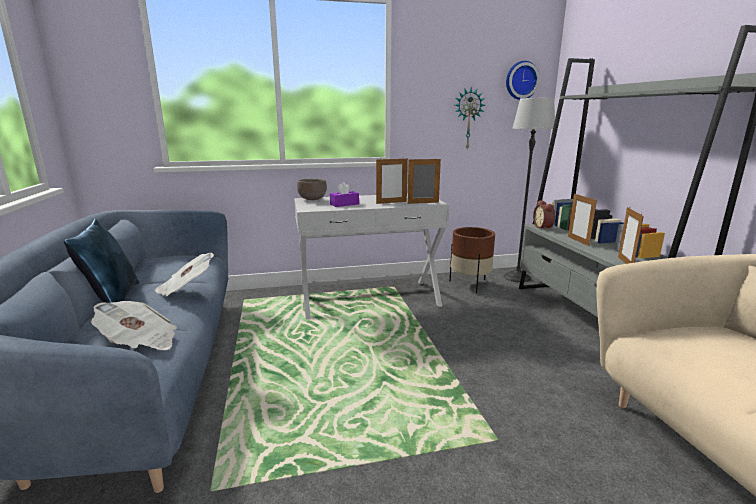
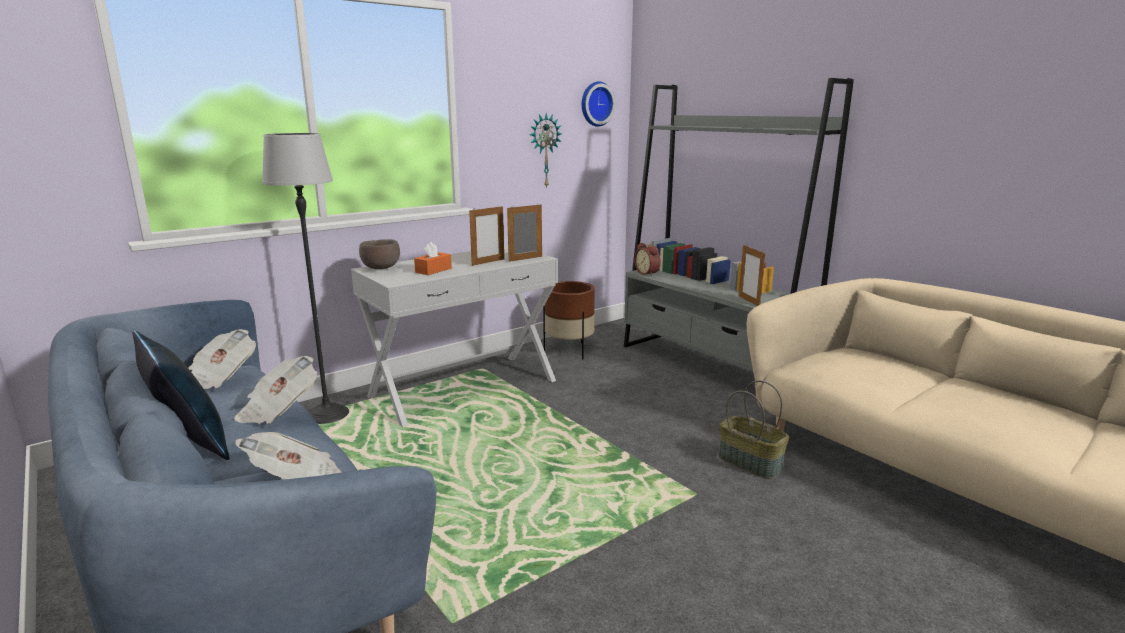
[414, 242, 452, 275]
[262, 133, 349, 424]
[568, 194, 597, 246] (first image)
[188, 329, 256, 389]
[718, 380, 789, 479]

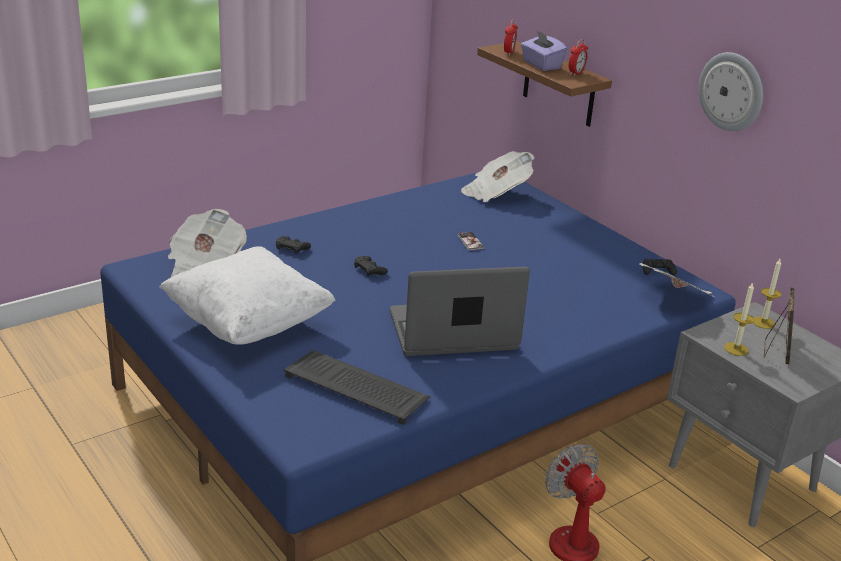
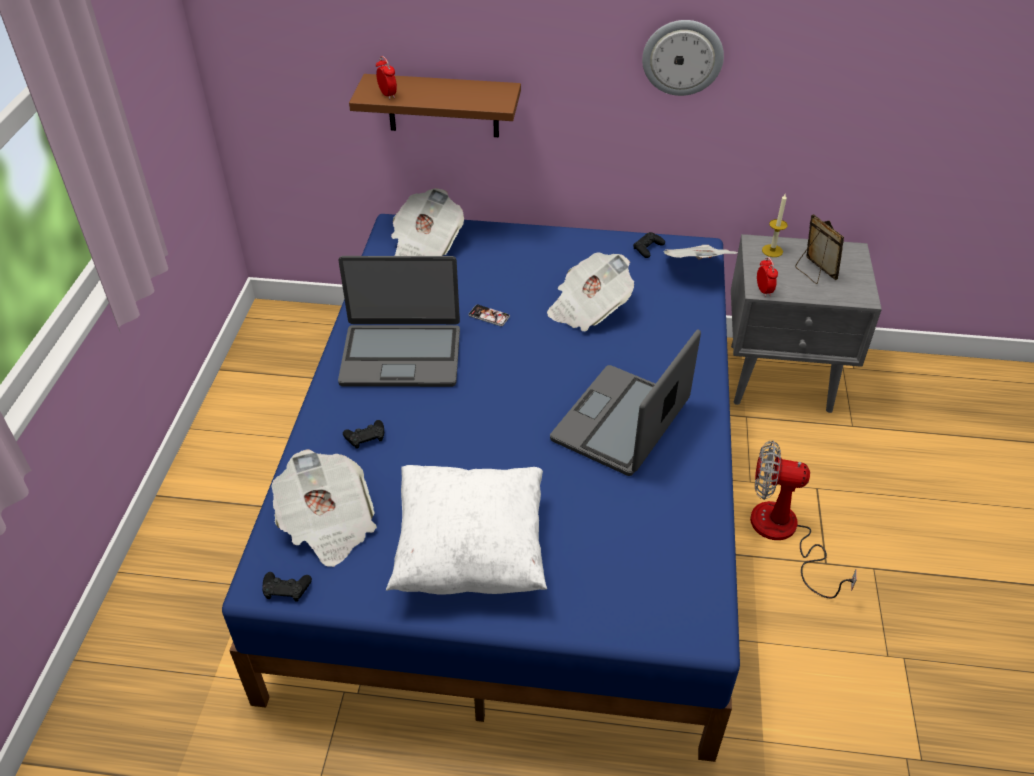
[284, 350, 430, 425] (first image)
[262, 572, 312, 602]
[521, 30, 567, 71] (first image)
[757, 257, 778, 297]
[724, 282, 754, 356] (first image)
[338, 256, 460, 387]
[547, 252, 634, 332]

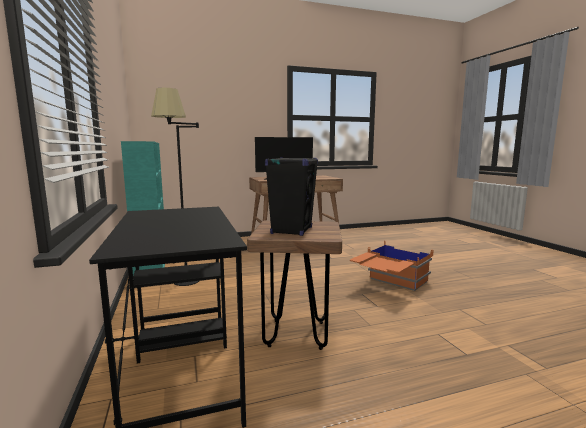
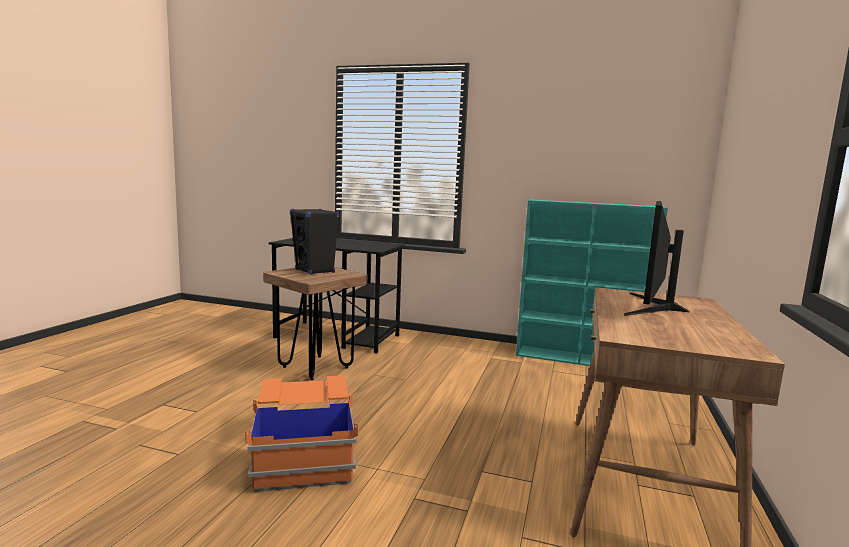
[151, 88, 199, 286] (first image)

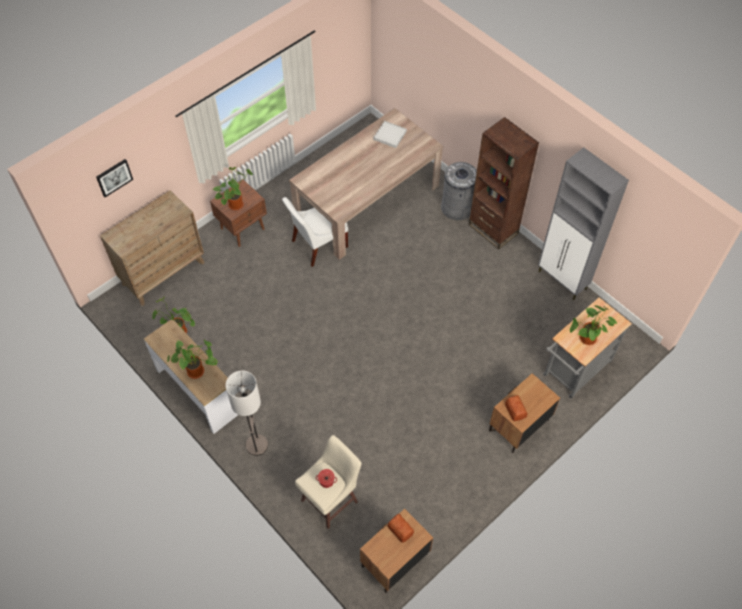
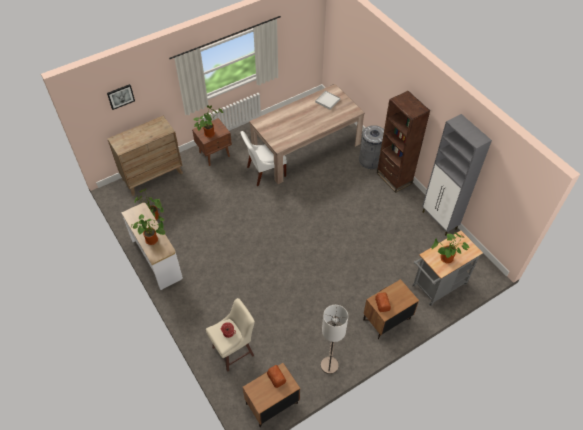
[321, 305, 348, 374]

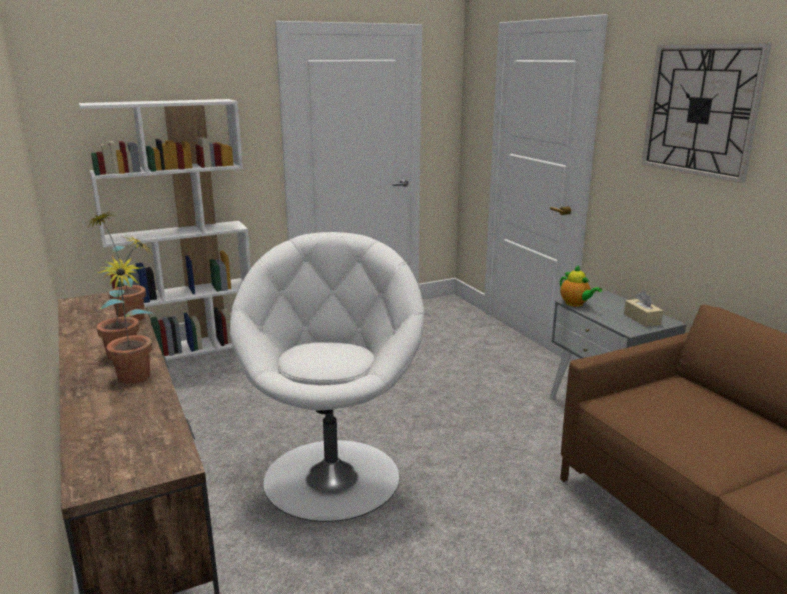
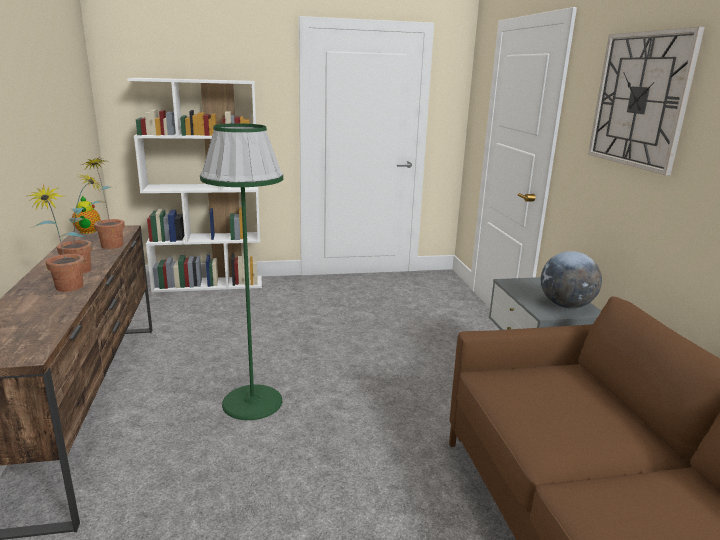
[200, 123, 283, 420]
[72, 196, 101, 234]
[541, 251, 602, 308]

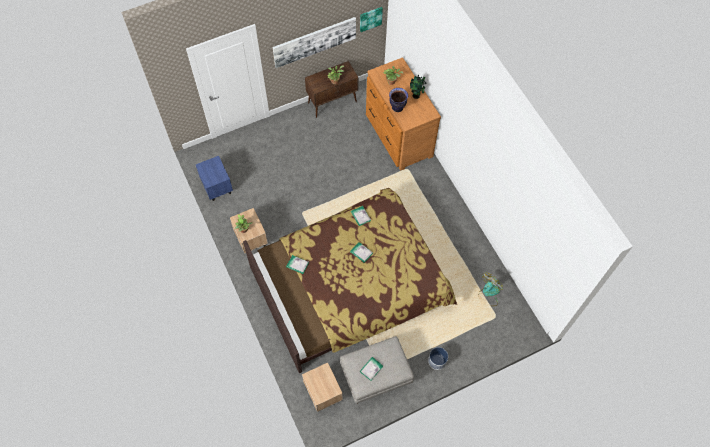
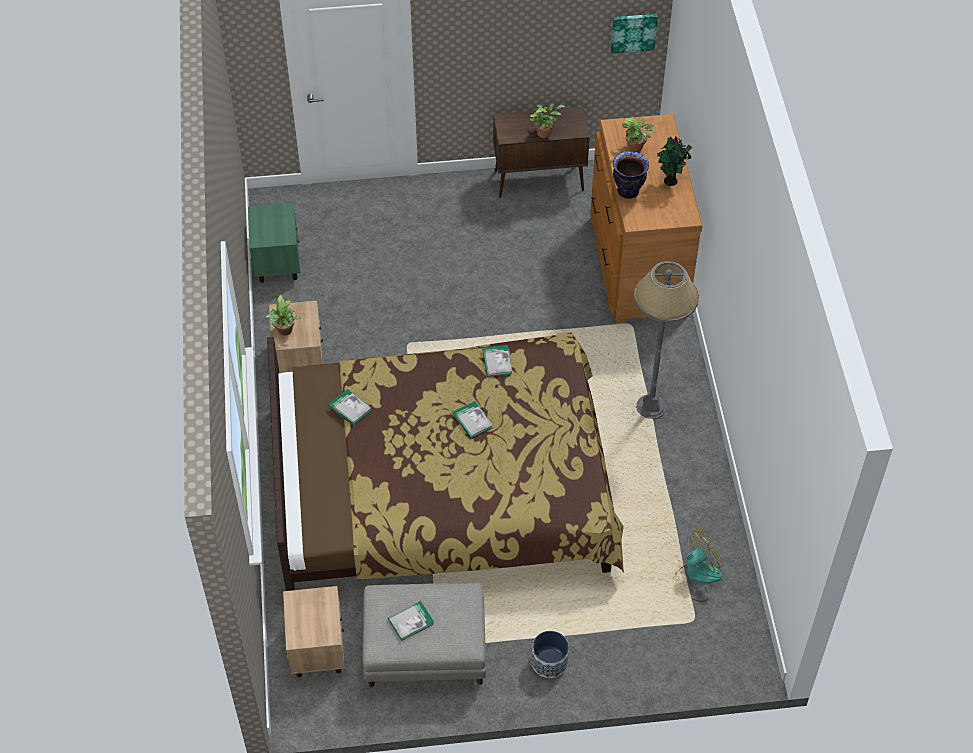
[248, 203, 300, 283]
[273, 17, 356, 68] (first image)
[634, 261, 699, 419]

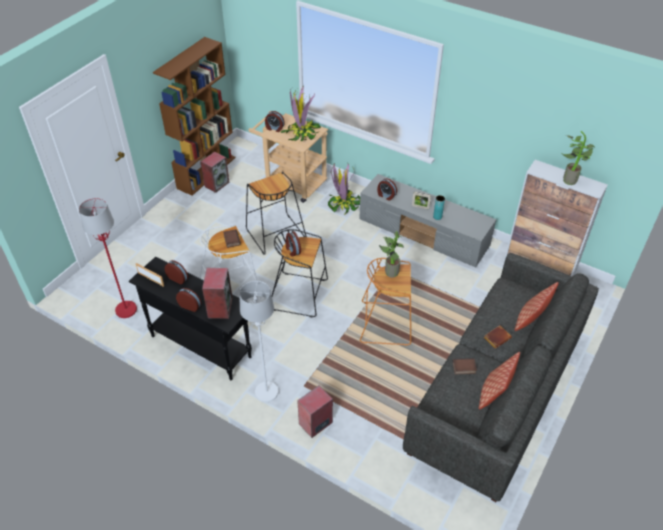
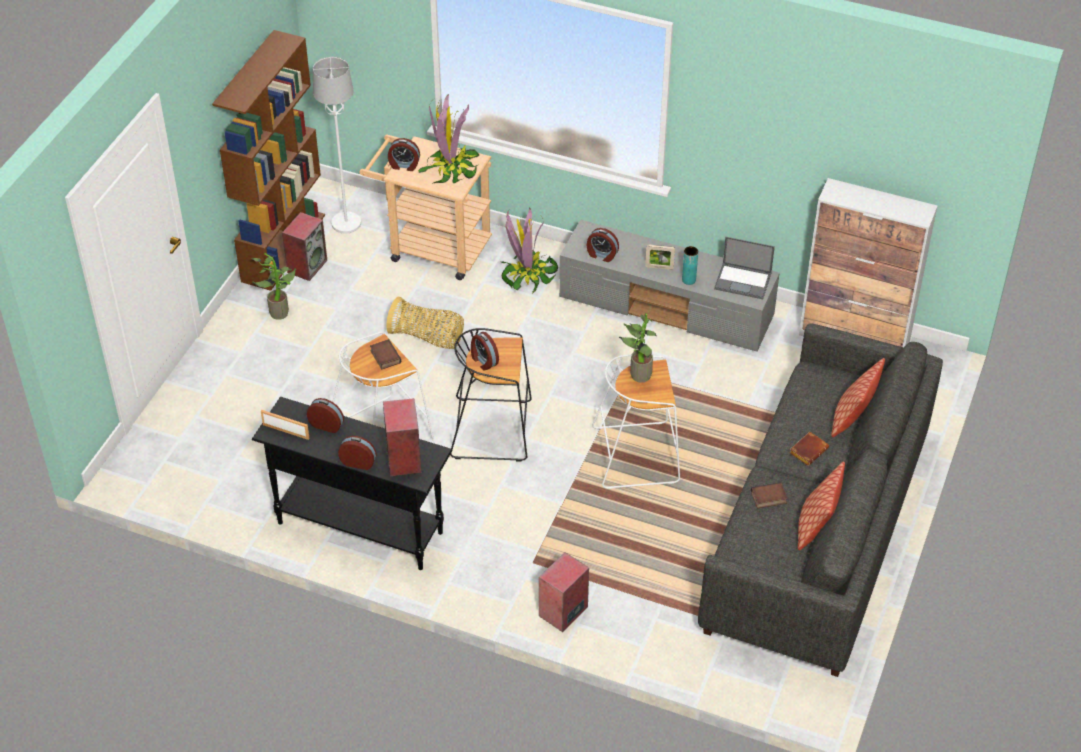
[79, 198, 137, 318] (first image)
[313, 57, 361, 234]
[386, 297, 464, 349]
[592, 354, 680, 489]
[251, 253, 296, 320]
[714, 237, 775, 299]

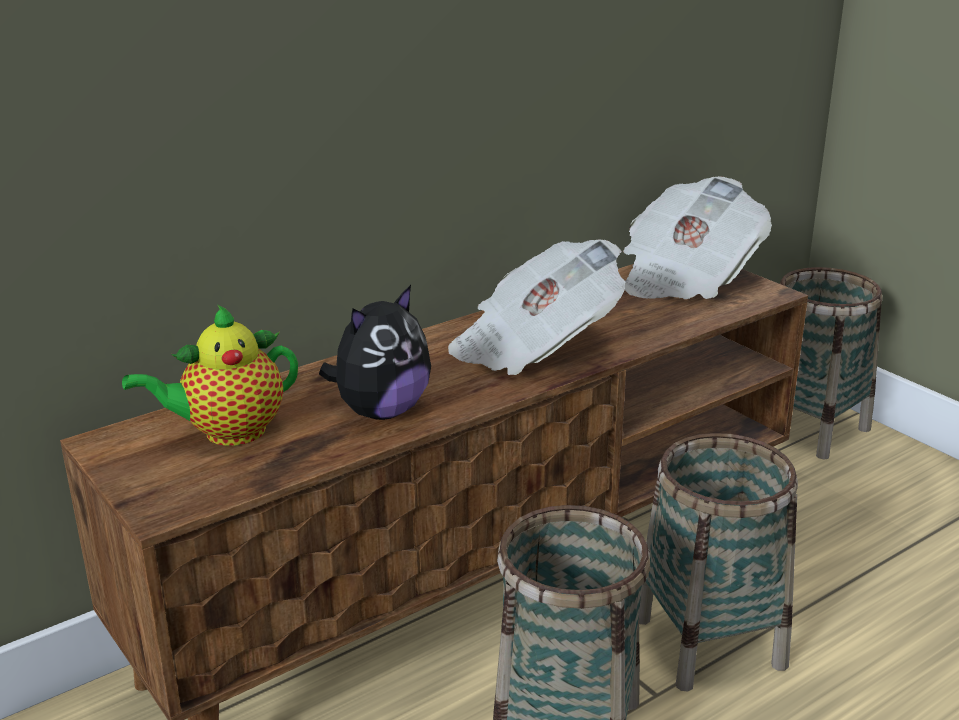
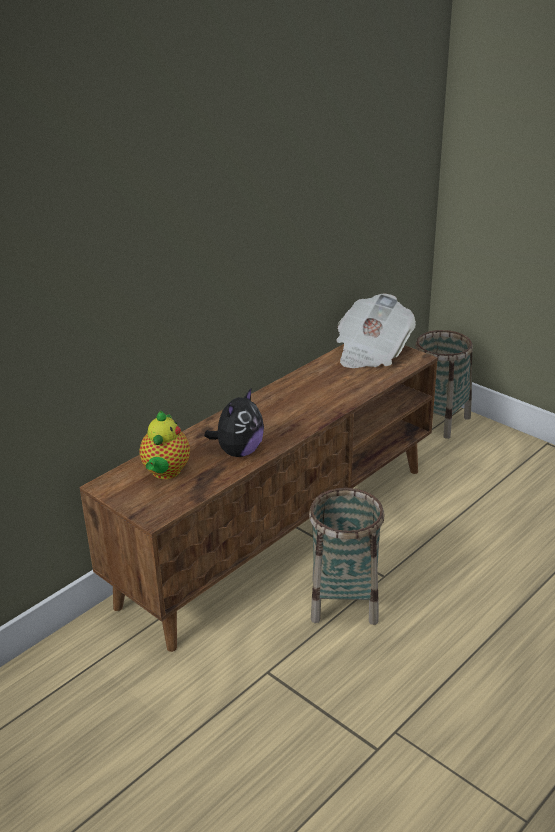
[139, 411, 190, 479]
[448, 239, 625, 375] (first image)
[639, 433, 798, 691] (first image)

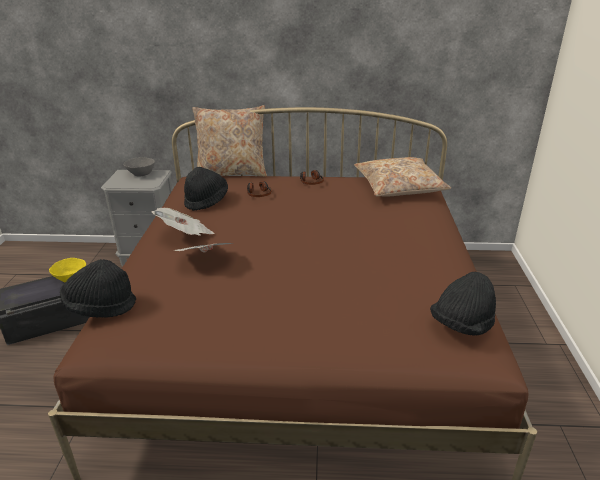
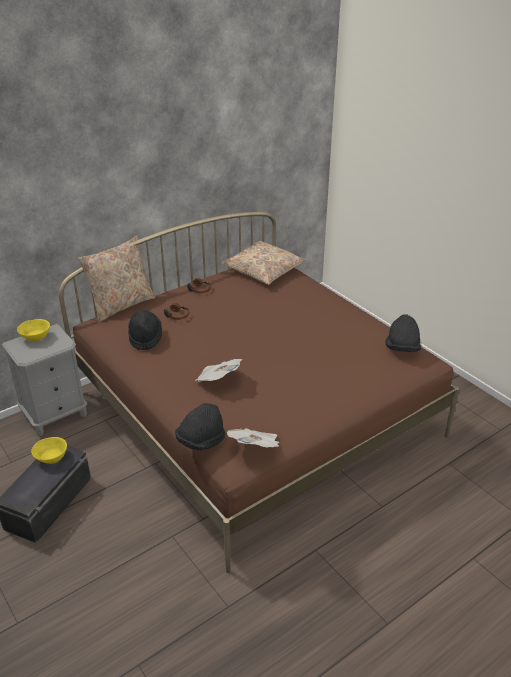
[17, 319, 50, 342]
[227, 428, 280, 447]

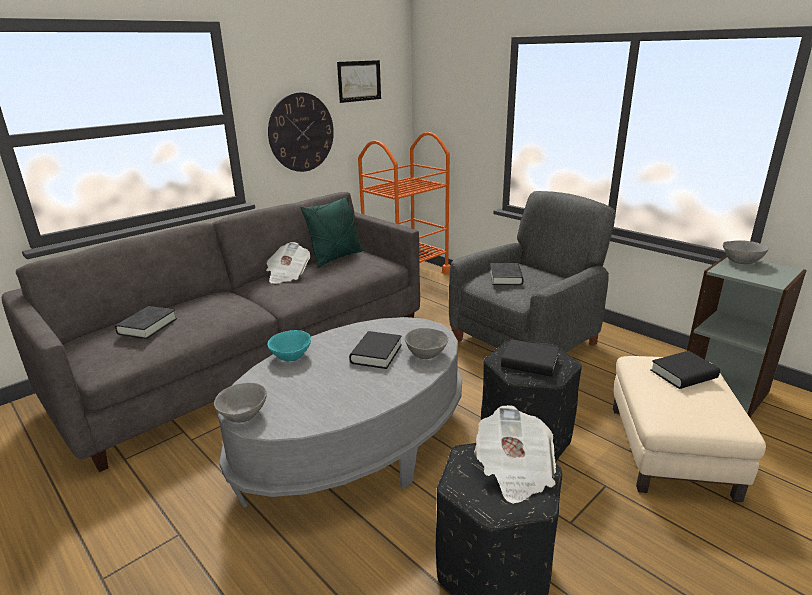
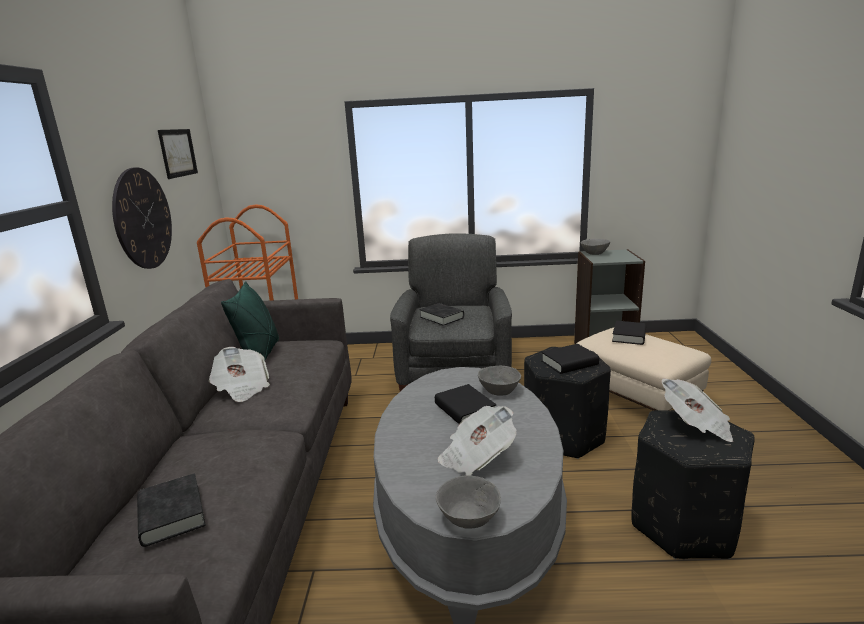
[267, 330, 311, 361] (first image)
[438, 406, 517, 476]

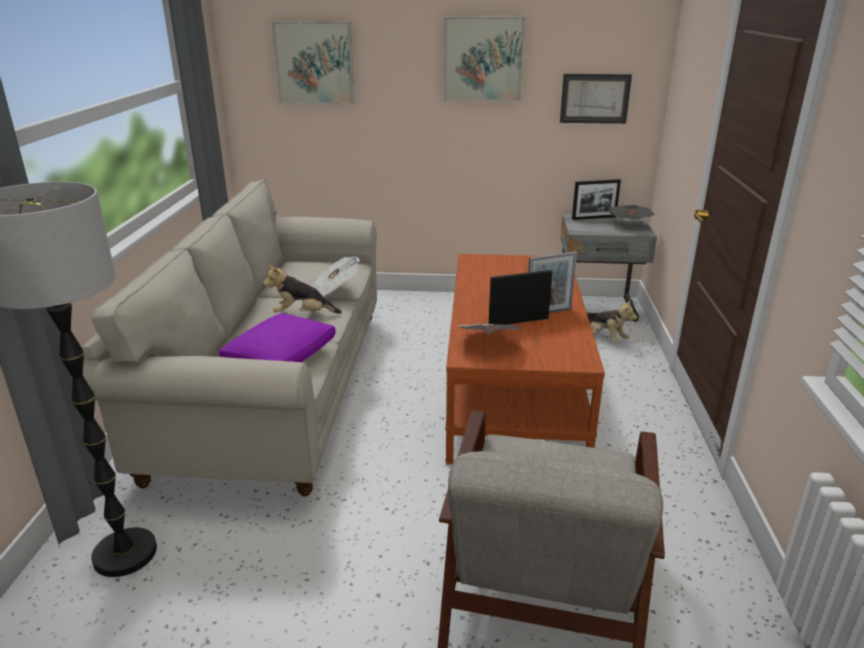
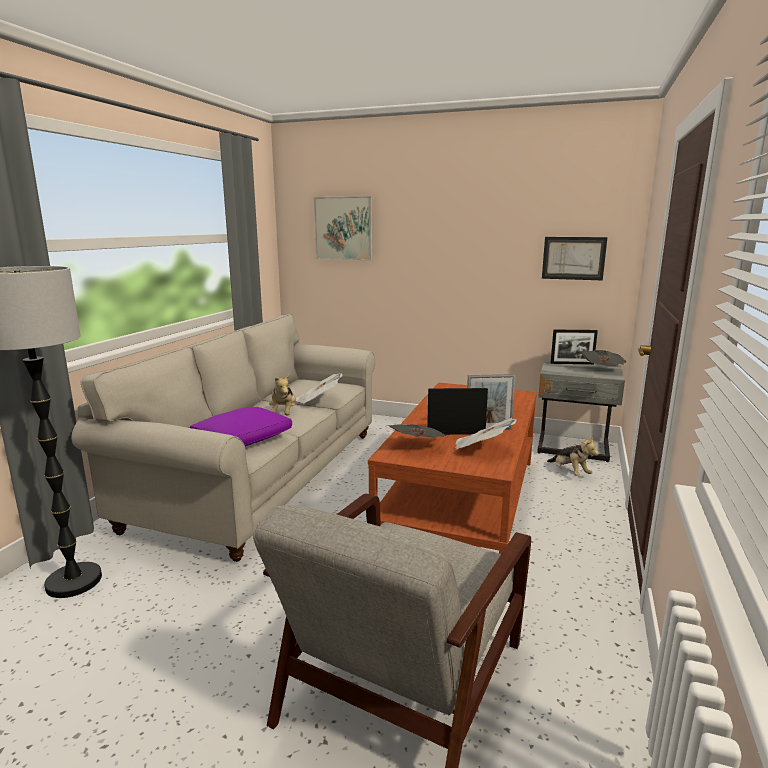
[269, 374, 296, 415]
[443, 17, 525, 102] (first image)
[455, 418, 517, 450]

